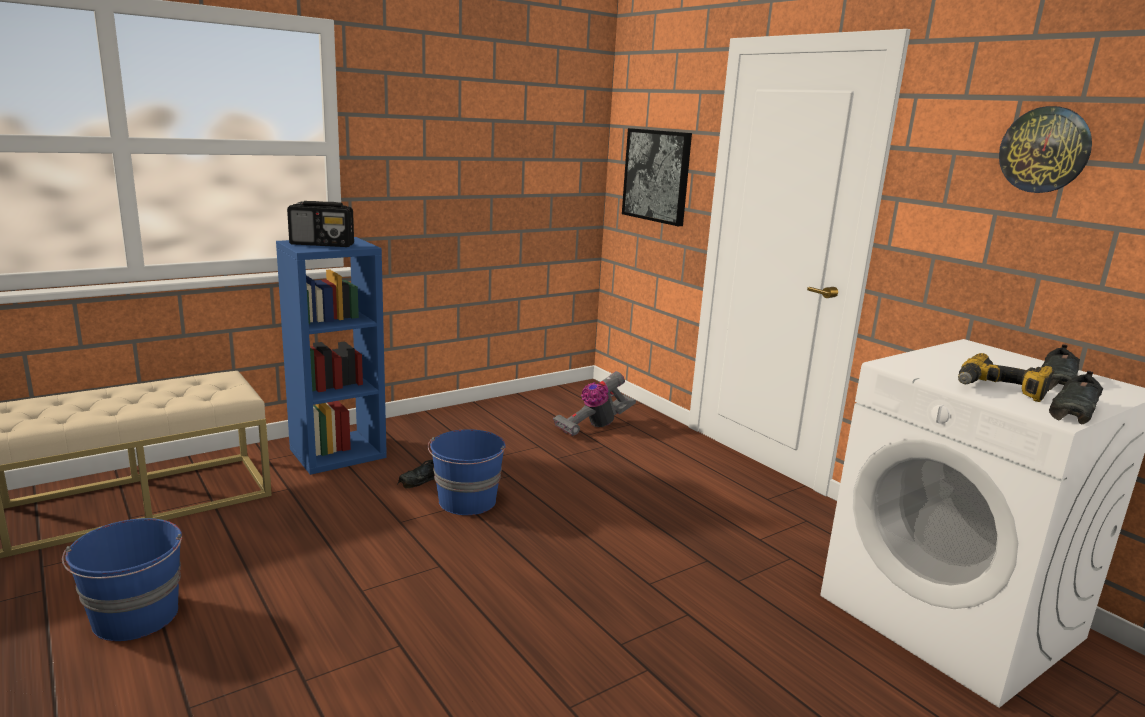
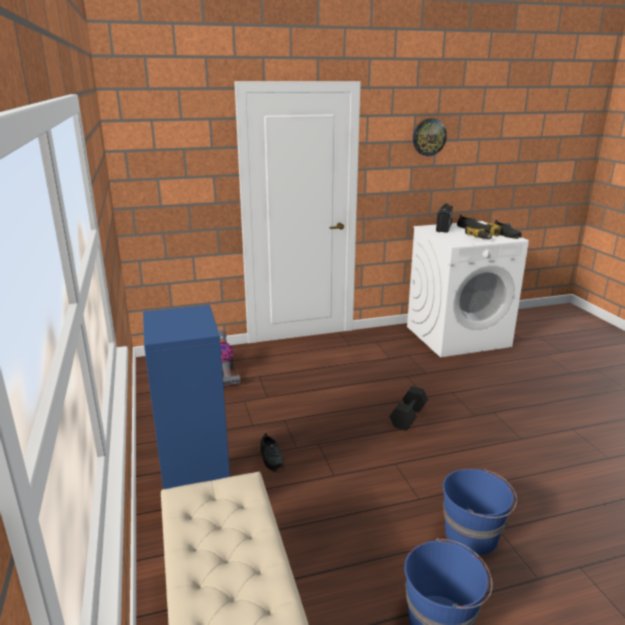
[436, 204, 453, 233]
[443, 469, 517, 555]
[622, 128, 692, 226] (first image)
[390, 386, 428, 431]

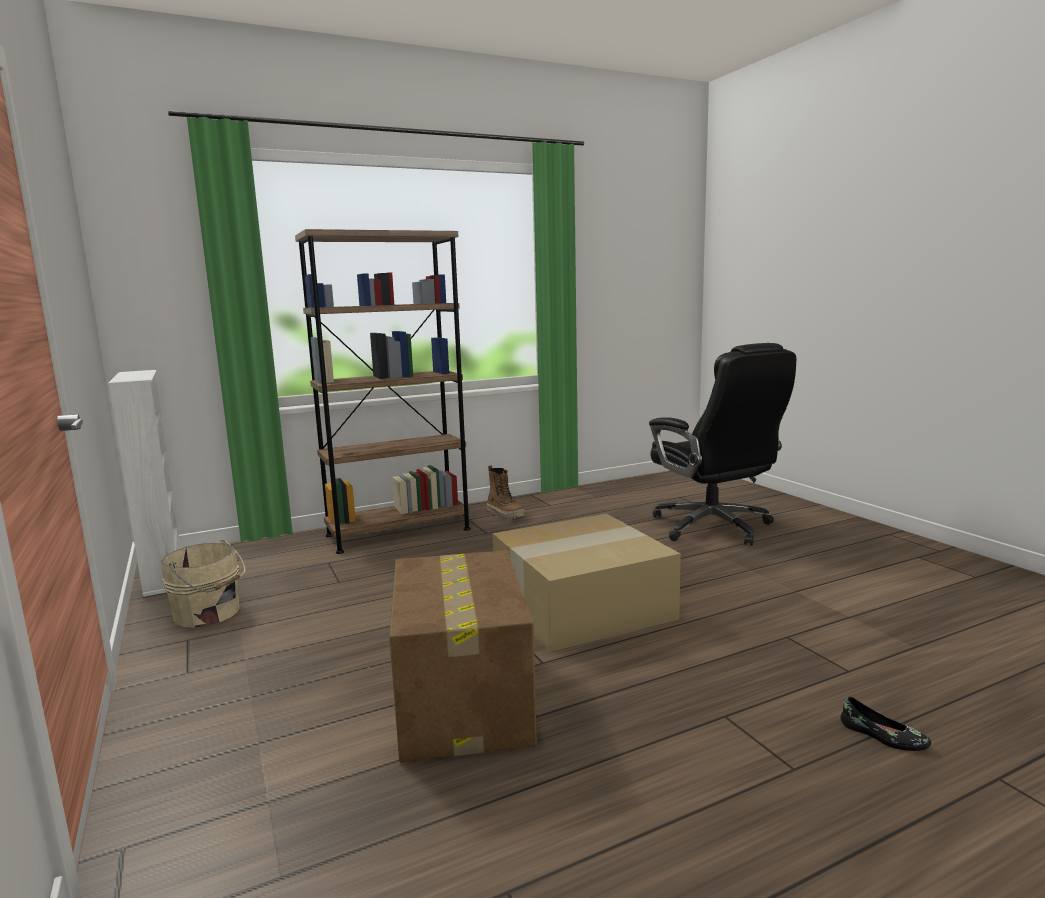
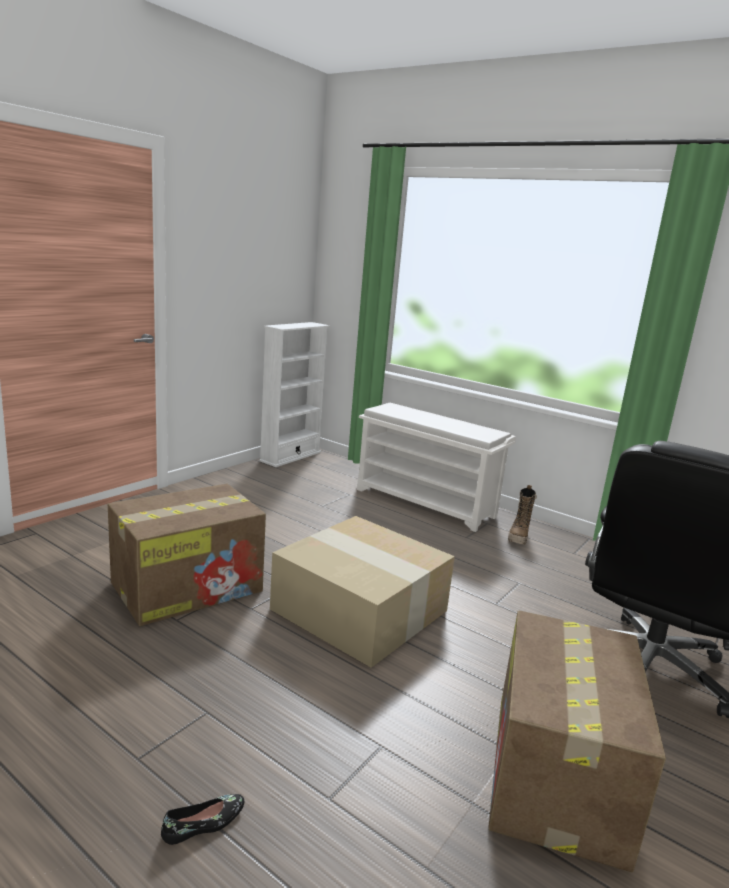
[161, 540, 246, 628] (first image)
[357, 403, 516, 532]
[161, 794, 245, 845]
[488, 611, 666, 872]

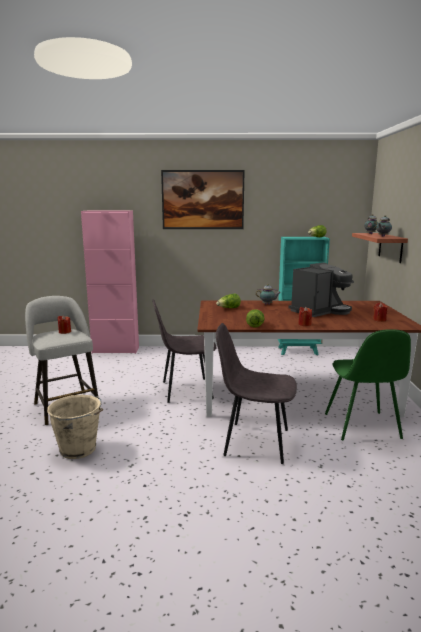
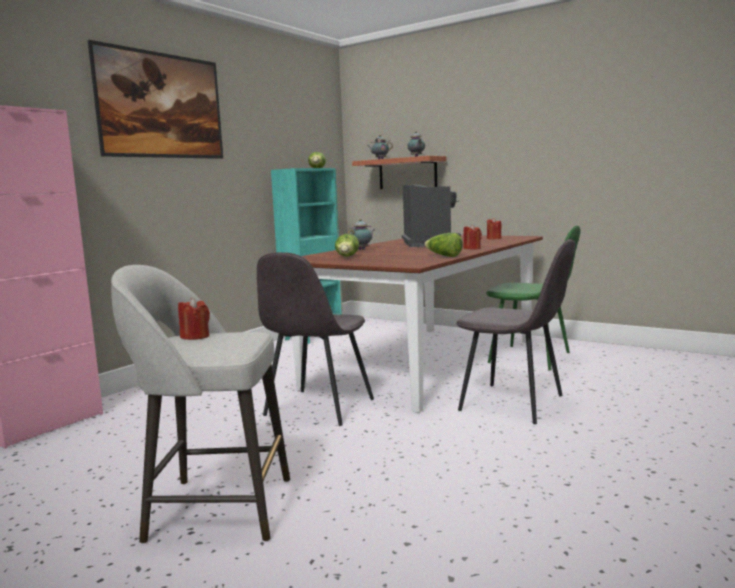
[47, 395, 103, 459] (first image)
[456, 239, 575, 424]

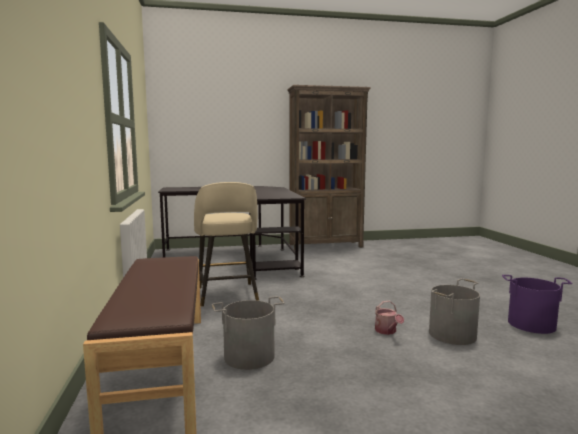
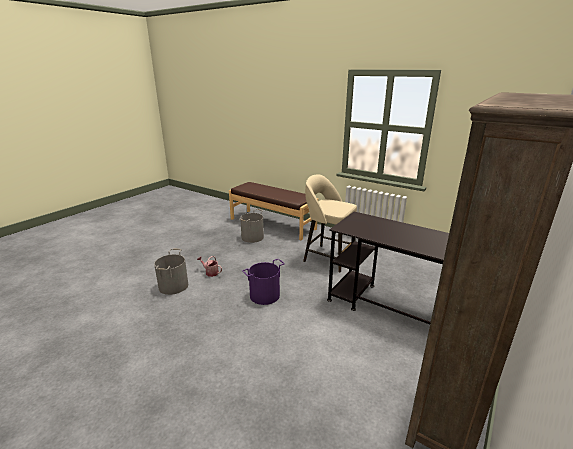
[242, 259, 285, 305]

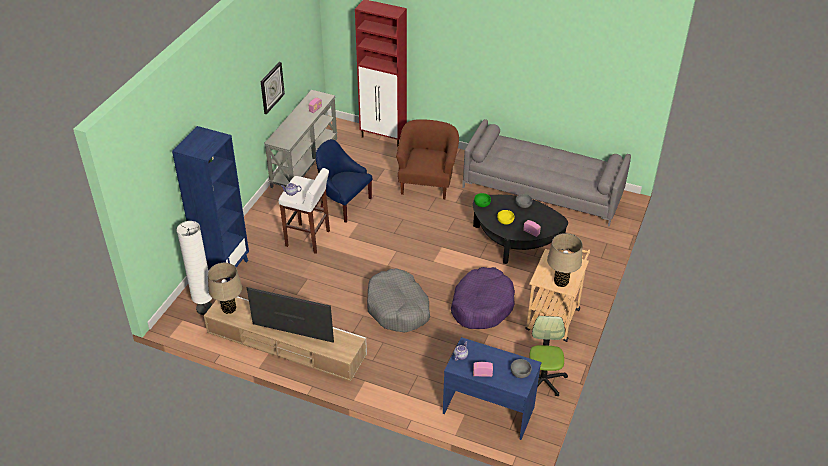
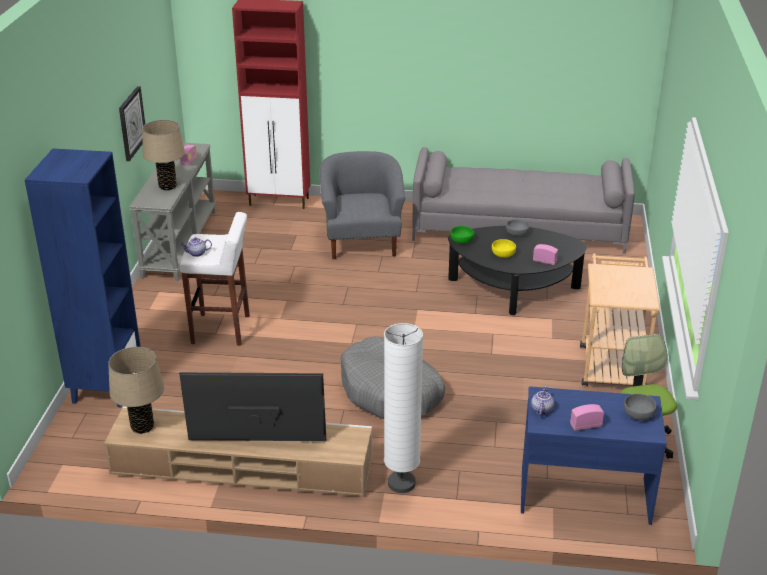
[384, 323, 423, 493]
[316, 139, 373, 223] (first image)
[319, 151, 405, 259]
[451, 267, 515, 329] (first image)
[142, 120, 185, 190]

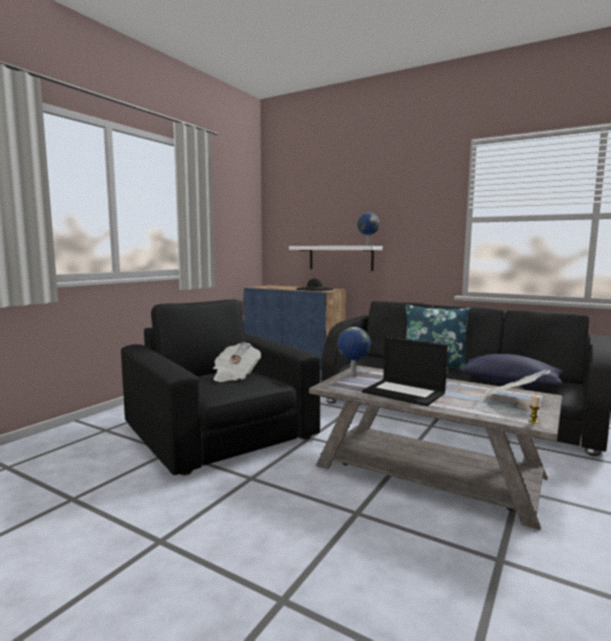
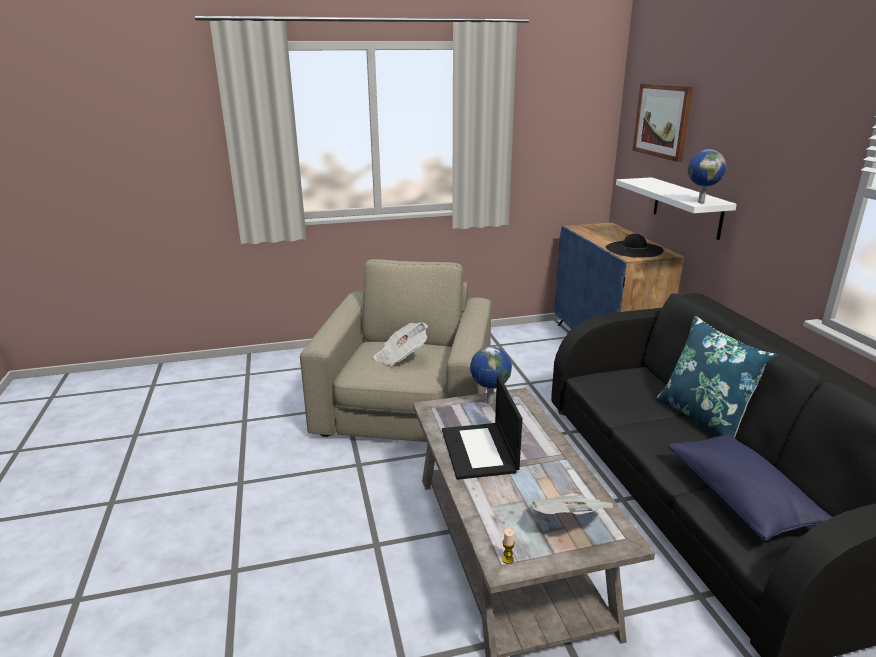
[300, 259, 491, 442]
[633, 83, 693, 162]

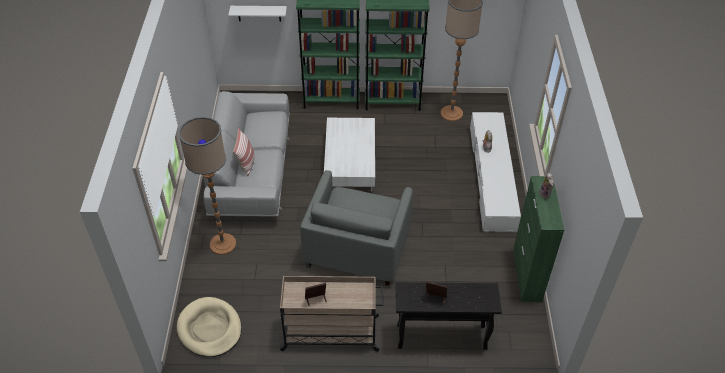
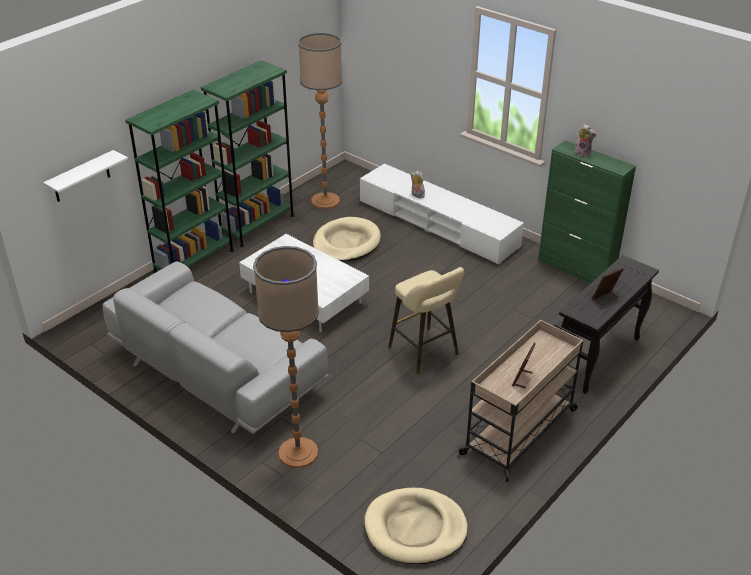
[233, 128, 255, 176] (first image)
[388, 267, 464, 374]
[313, 217, 381, 262]

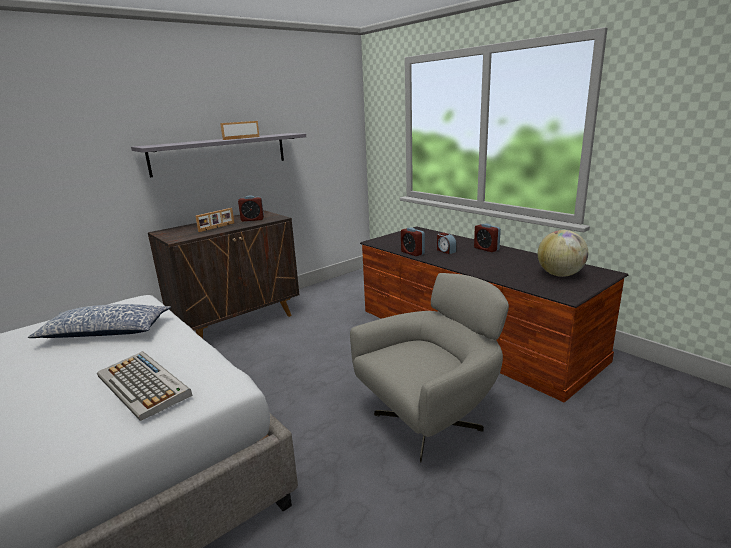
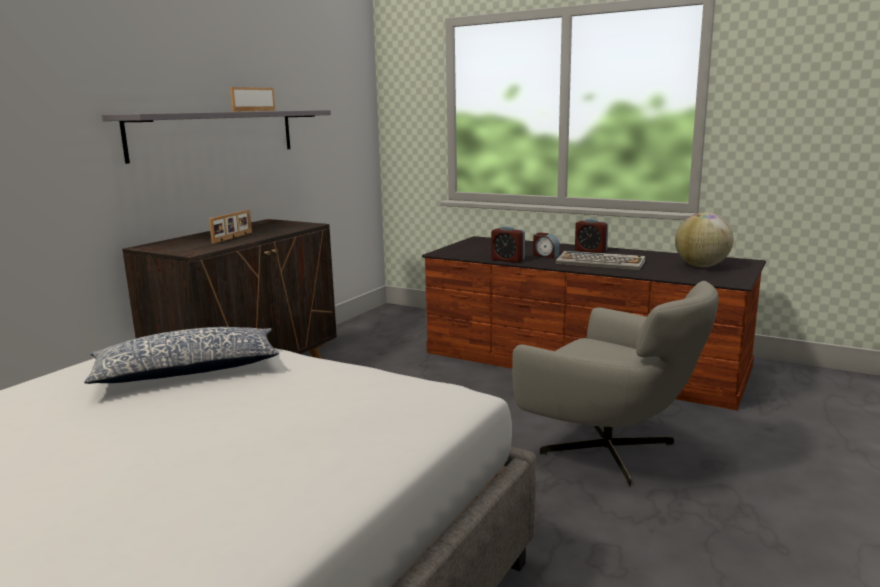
[556, 251, 645, 270]
[238, 195, 264, 221] (first image)
[512, 281, 719, 486]

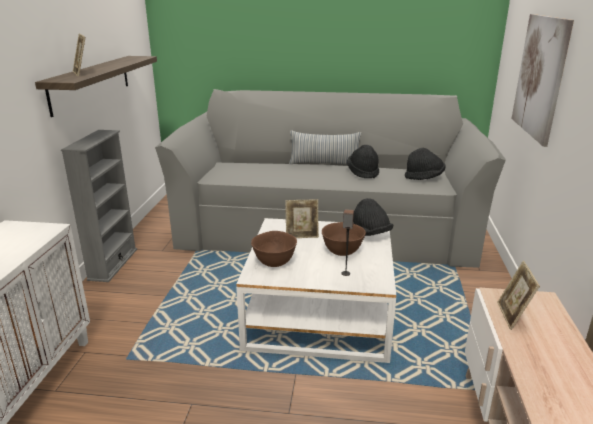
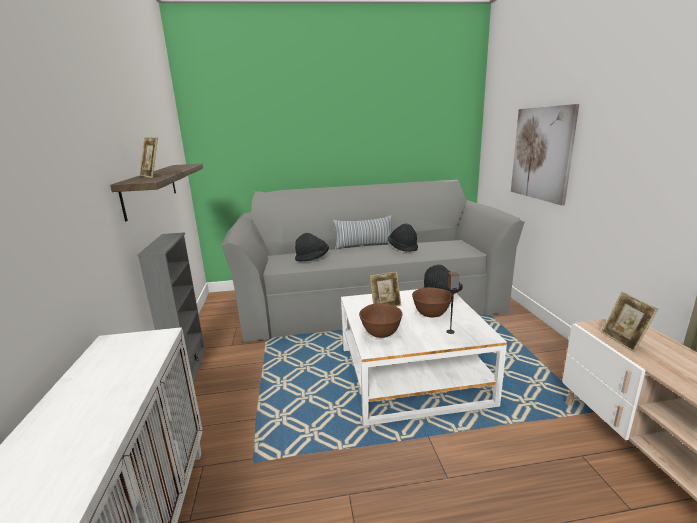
[295, 233, 329, 262]

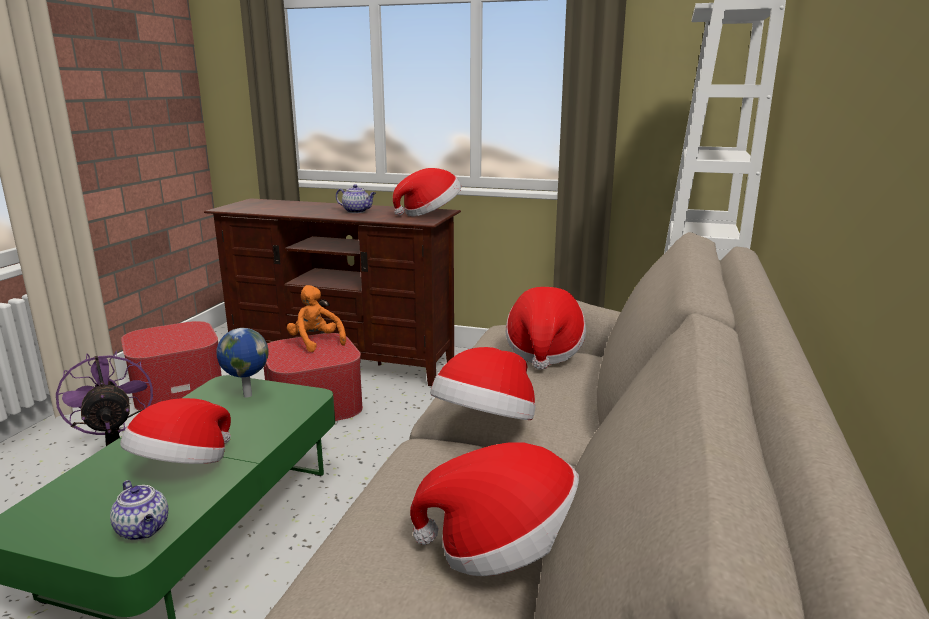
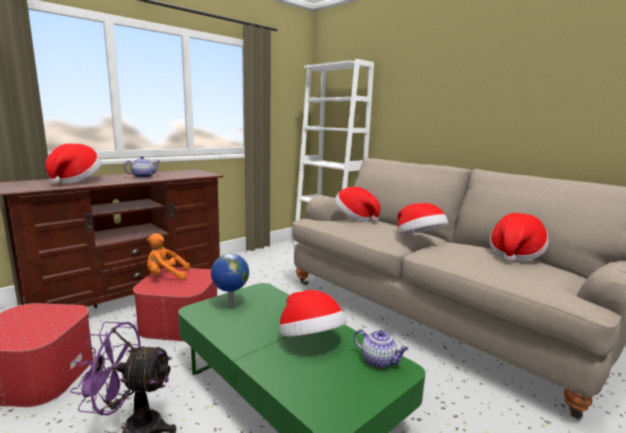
[354, 329, 409, 368]
[45, 144, 102, 185]

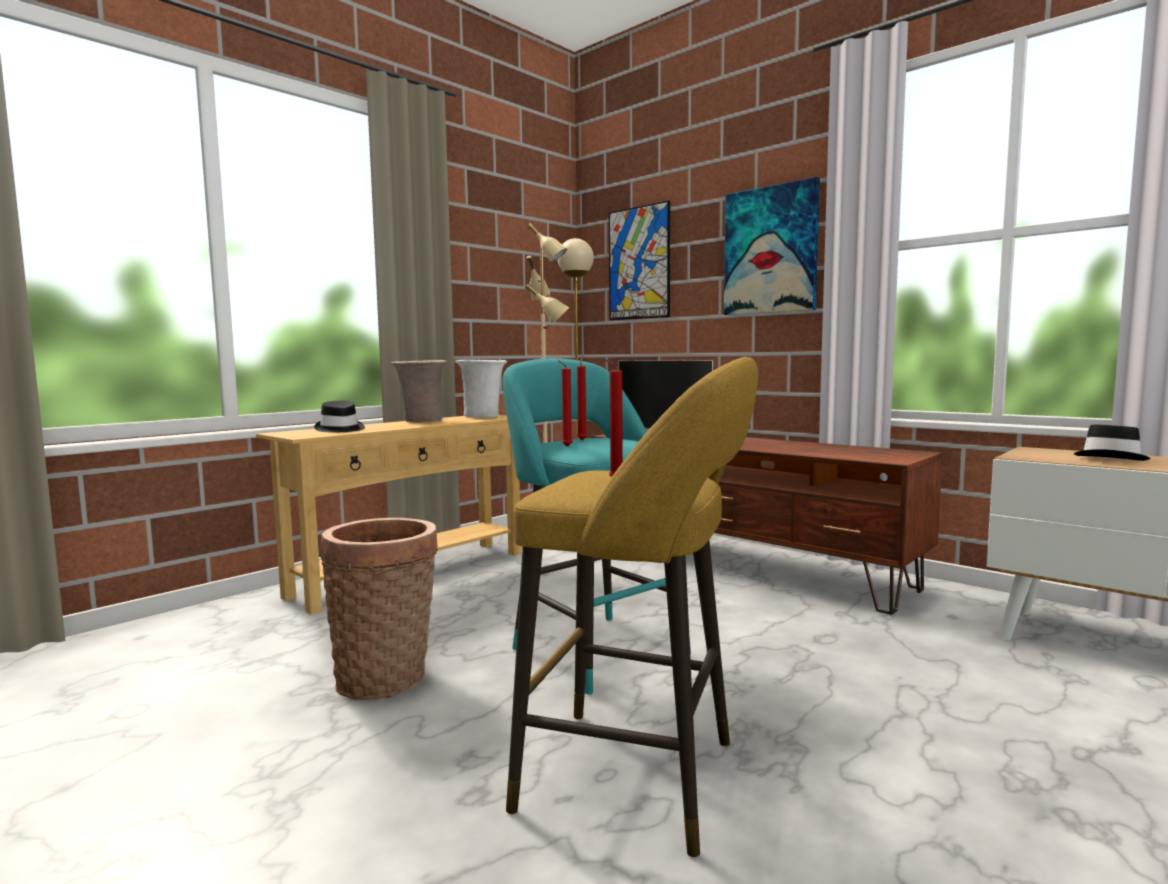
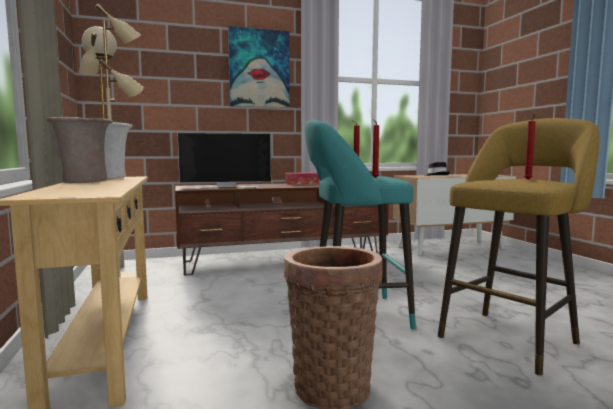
[314, 400, 365, 432] (first image)
[609, 200, 670, 320] (first image)
[285, 172, 319, 185]

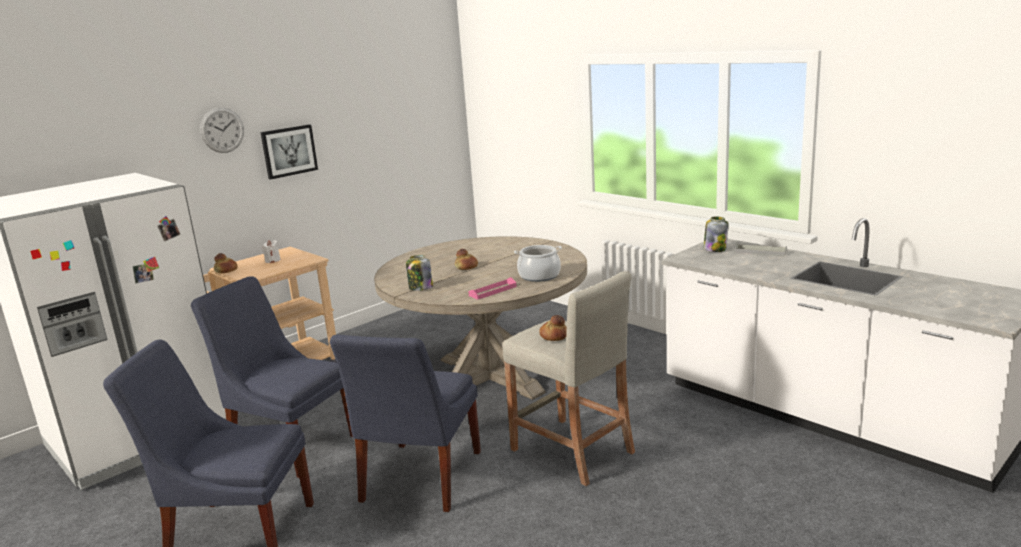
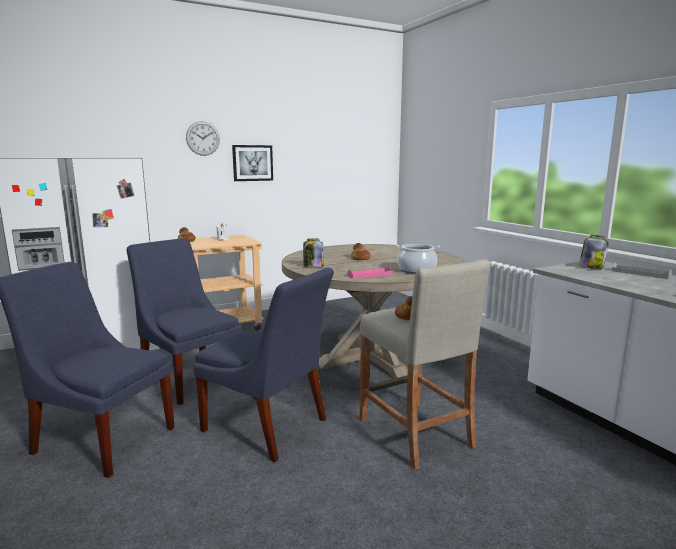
[193, 268, 334, 462]

